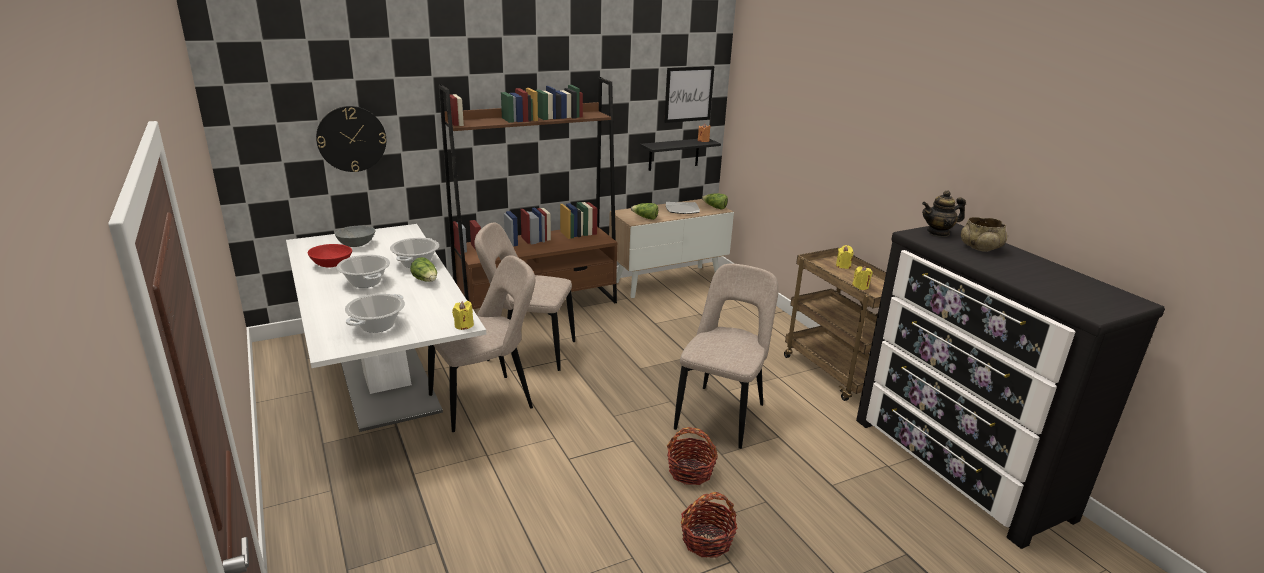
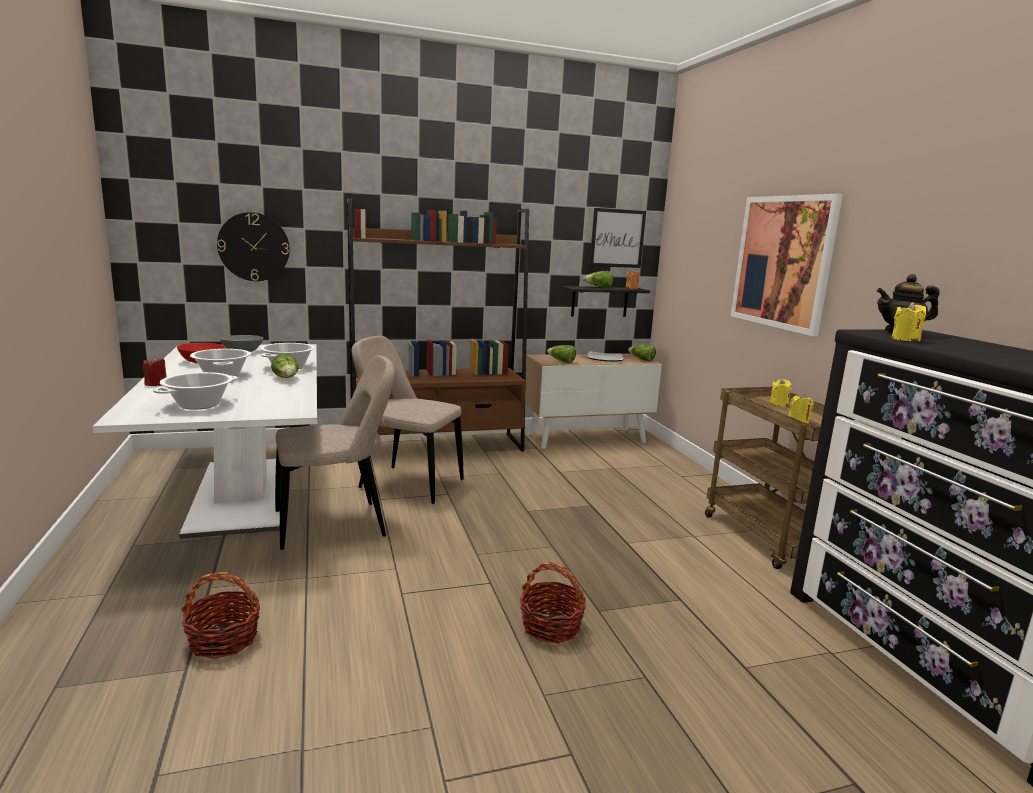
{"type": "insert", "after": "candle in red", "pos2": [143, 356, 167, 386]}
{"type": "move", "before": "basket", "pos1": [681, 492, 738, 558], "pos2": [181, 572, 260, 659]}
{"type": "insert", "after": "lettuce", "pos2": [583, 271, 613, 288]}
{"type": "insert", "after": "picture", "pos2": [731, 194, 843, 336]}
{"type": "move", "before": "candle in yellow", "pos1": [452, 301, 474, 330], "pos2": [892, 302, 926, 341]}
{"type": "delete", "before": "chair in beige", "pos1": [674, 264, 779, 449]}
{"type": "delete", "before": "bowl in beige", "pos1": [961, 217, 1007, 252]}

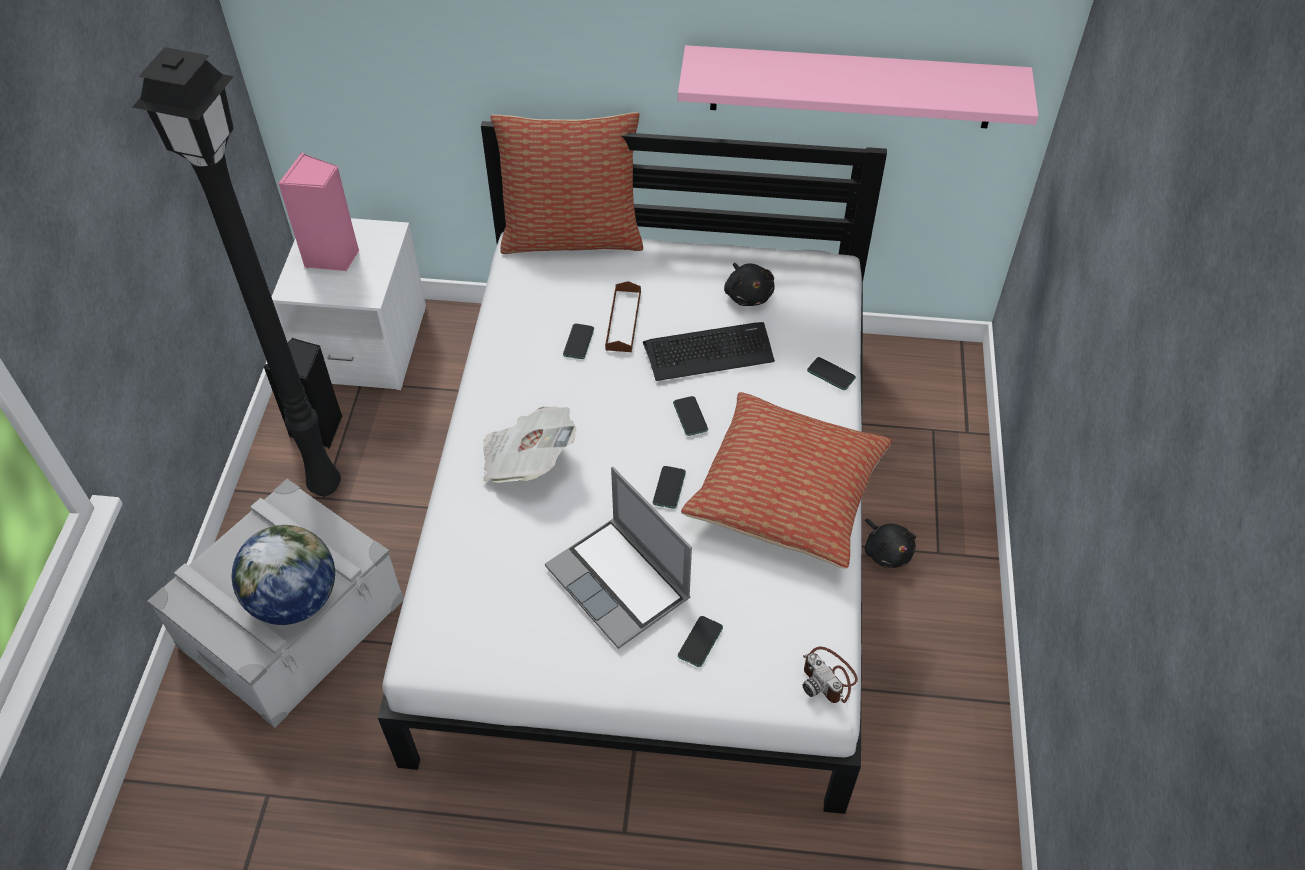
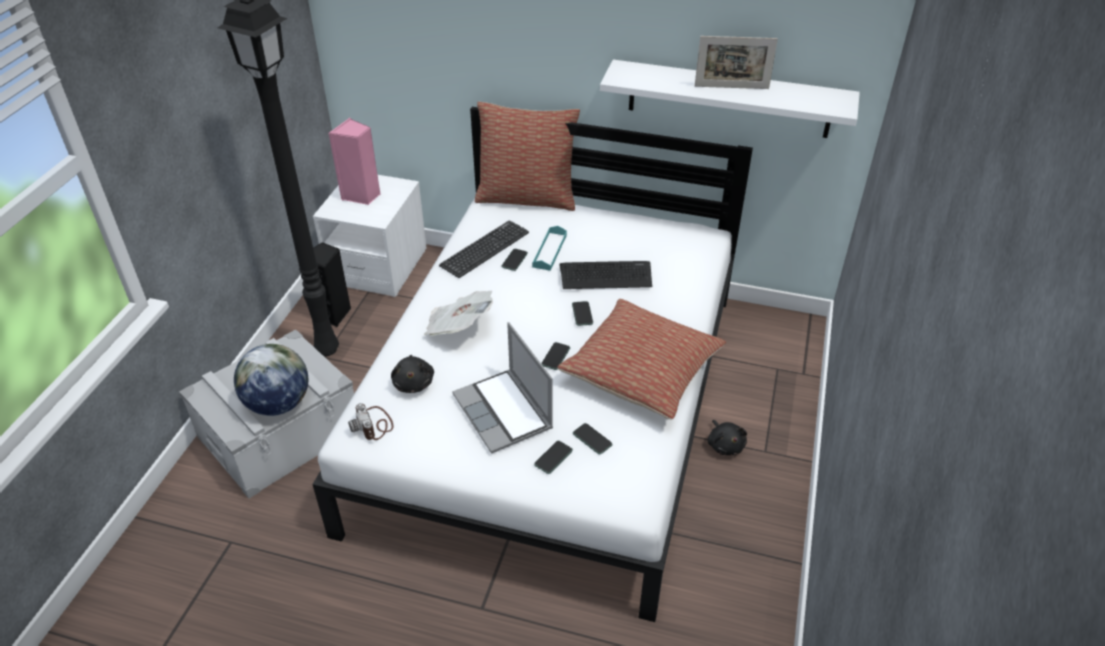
{"type": "move", "before": "photo camera", "pos1": [802, 647, 858, 703], "pos2": [348, 403, 394, 440]}
{"type": "move", "before": "plush toy in black", "pos1": [724, 263, 774, 306], "pos2": [391, 355, 434, 393]}
{"type": "insert", "after": "keyboard", "pos2": [439, 221, 529, 278]}
{"type": "recolor", "before": "tray in brown", "after": "tray in turquoise", "pos1": [605, 281, 641, 352], "pos2": [532, 226, 567, 271]}
{"type": "move", "before": "phone", "pos1": [807, 357, 856, 390], "pos2": [573, 423, 613, 454]}
{"type": "recolor", "before": "shelf in pink", "after": "shelf in white", "pos1": [678, 45, 1038, 128], "pos2": [600, 60, 860, 138]}
{"type": "insert", "after": "picture frame", "pos2": [695, 36, 778, 89]}

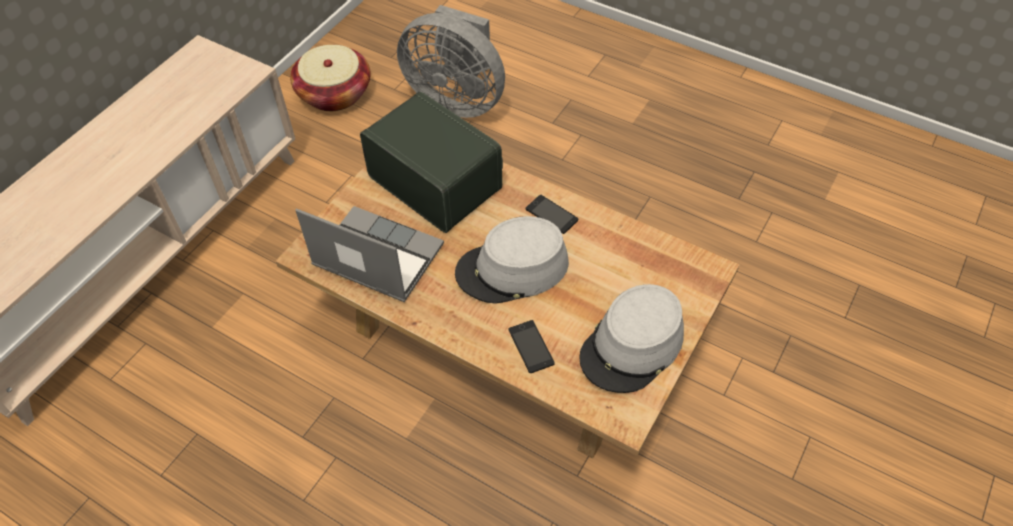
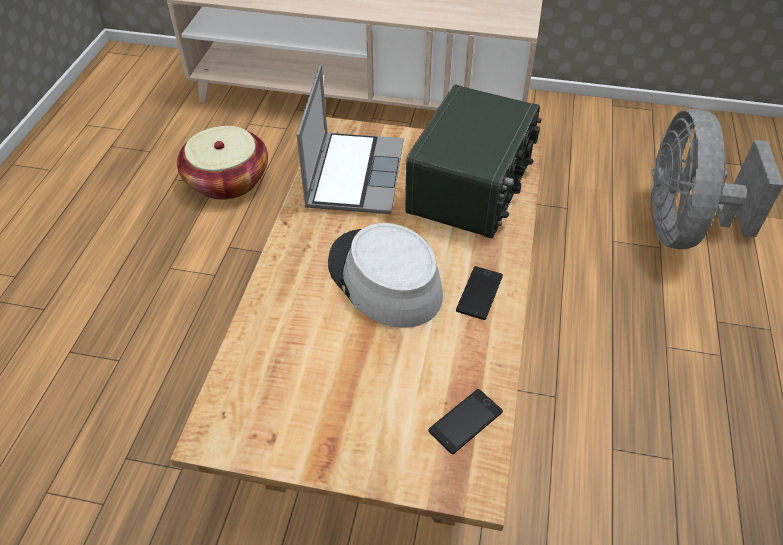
{"type": "move", "before": "basket", "pos1": [290, 45, 371, 111], "pos2": [177, 126, 268, 200]}
{"type": "move", "before": "phone", "pos1": [508, 320, 555, 373], "pos2": [429, 389, 503, 454]}
{"type": "delete", "before": "hat in grey", "pos1": [579, 284, 684, 393]}

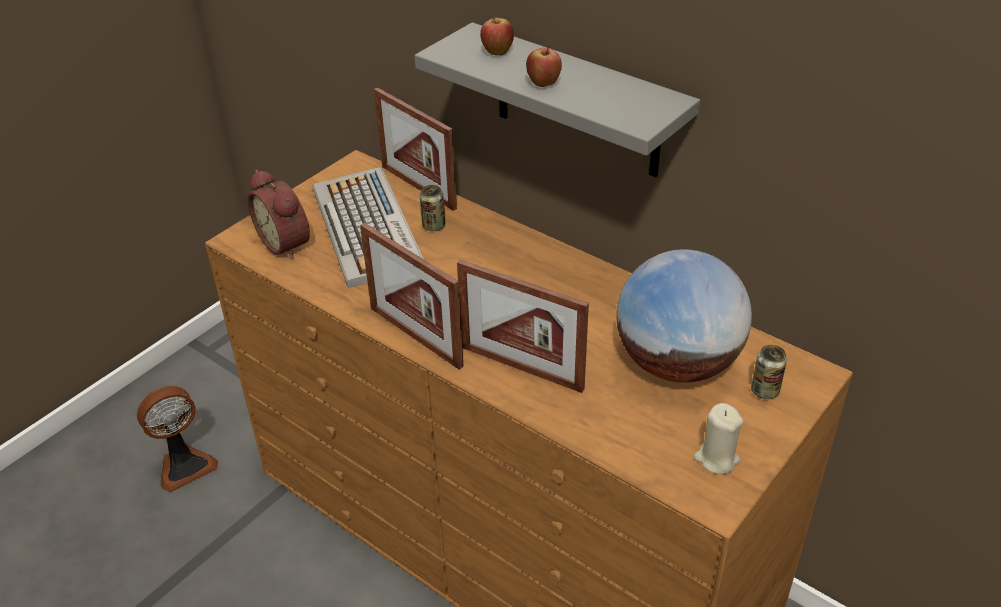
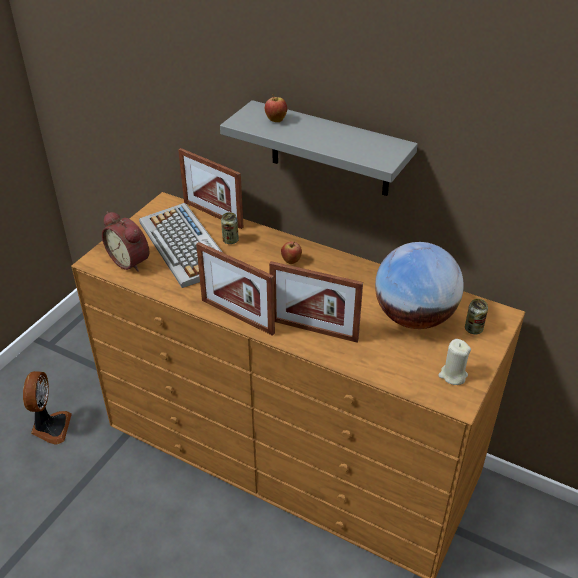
{"type": "rotate", "before": "fan", "pos1": [137, 386, 218, 492], "pos2": [23, 371, 72, 445], "turn": -45}
{"type": "move", "before": "apple", "pos1": [526, 45, 562, 87], "pos2": [281, 241, 302, 264]}

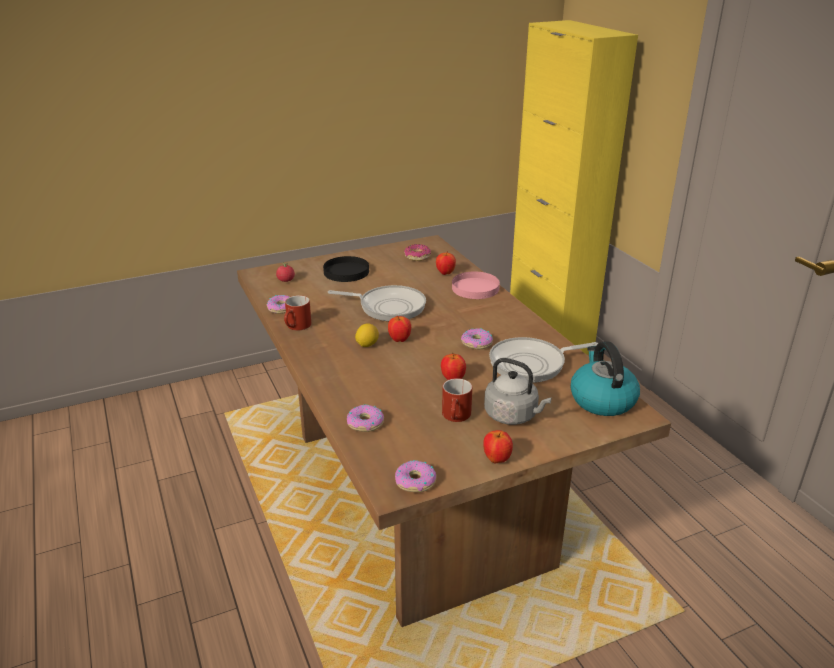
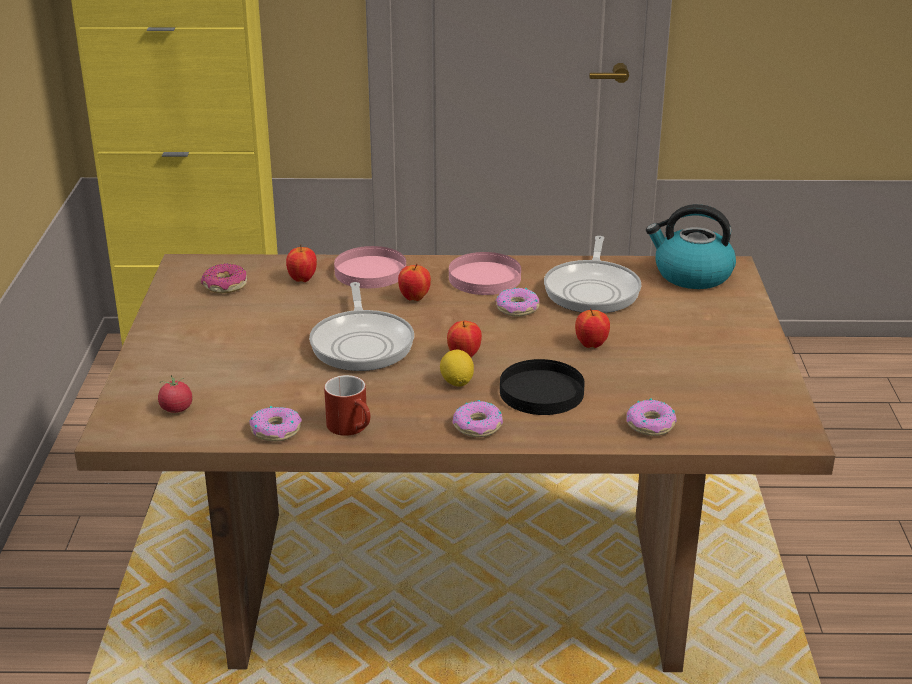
{"type": "rotate", "before": "frying pan", "pos1": [328, 285, 426, 321], "pos2": [309, 282, 414, 371], "turn": 135}
{"type": "move", "before": "apple", "pos1": [483, 430, 513, 464], "pos2": [398, 264, 431, 301]}
{"type": "insert", "after": "plate in pink", "pos2": [449, 252, 521, 295]}
{"type": "move", "before": "donut", "pos1": [395, 460, 437, 492], "pos2": [453, 400, 503, 437]}
{"type": "move", "before": "plate in black", "pos1": [323, 256, 369, 282], "pos2": [500, 359, 585, 415]}
{"type": "delete", "before": "mug in red", "pos1": [442, 378, 472, 422]}
{"type": "delete", "before": "kettle in grey", "pos1": [484, 358, 552, 425]}

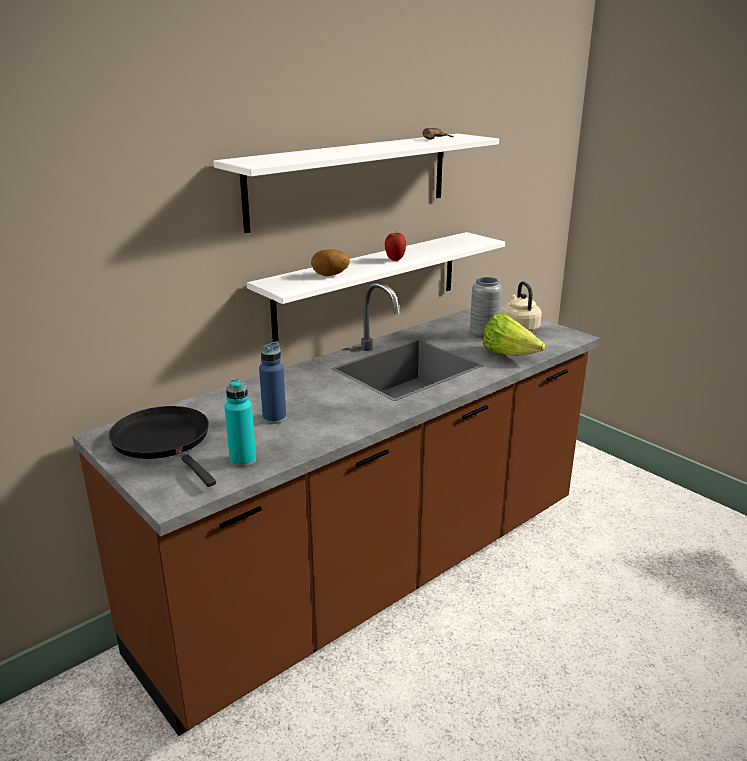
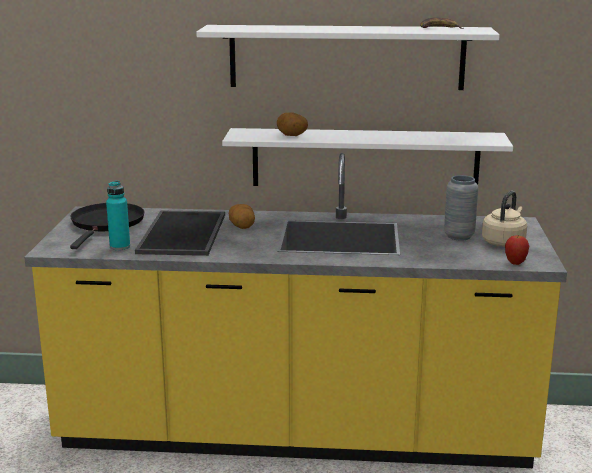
{"type": "recolor", "before": "counter in brown", "after": "counter in yellow", "pos1": [72, 282, 600, 736], "pos2": [24, 153, 567, 468]}
{"type": "replace", "before": "bottle in blue", "after": "tray", "pos1": [259, 342, 286, 424], "pos2": [135, 210, 225, 256]}
{"type": "insert", "after": "potato", "pos2": [229, 204, 255, 229]}
{"type": "move", "before": "apple", "pos1": [385, 232, 406, 261], "pos2": [505, 234, 529, 265]}
{"type": "delete", "before": "lettuce", "pos1": [483, 314, 545, 356]}

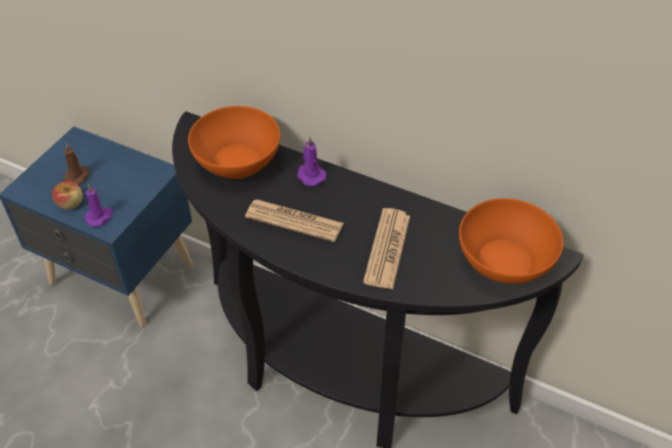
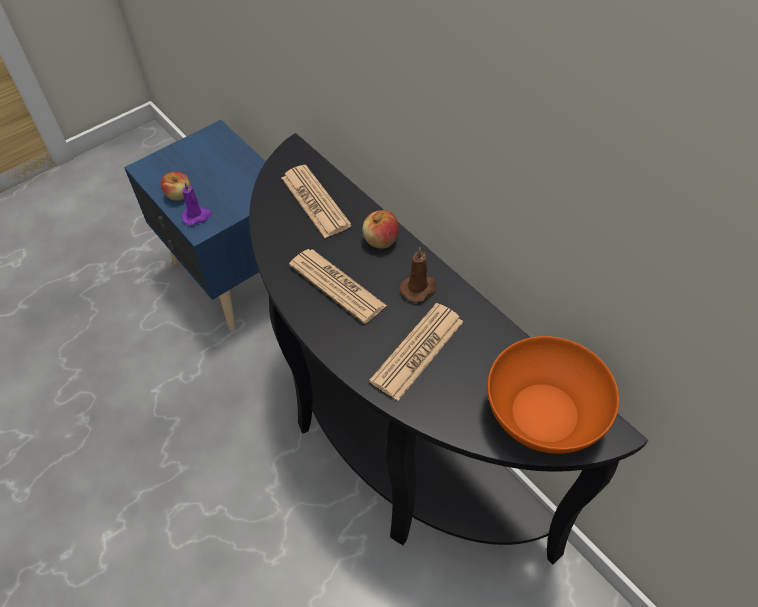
{"type": "replace", "before": "bowl in orange", "after": "newspaper", "pos1": [188, 106, 280, 179], "pos2": [282, 165, 351, 238]}
{"type": "replace", "before": "candle in purple", "after": "apple", "pos1": [297, 137, 327, 186], "pos2": [362, 210, 398, 249]}
{"type": "move", "before": "candle in brown", "pos1": [64, 143, 90, 184], "pos2": [400, 247, 436, 303]}

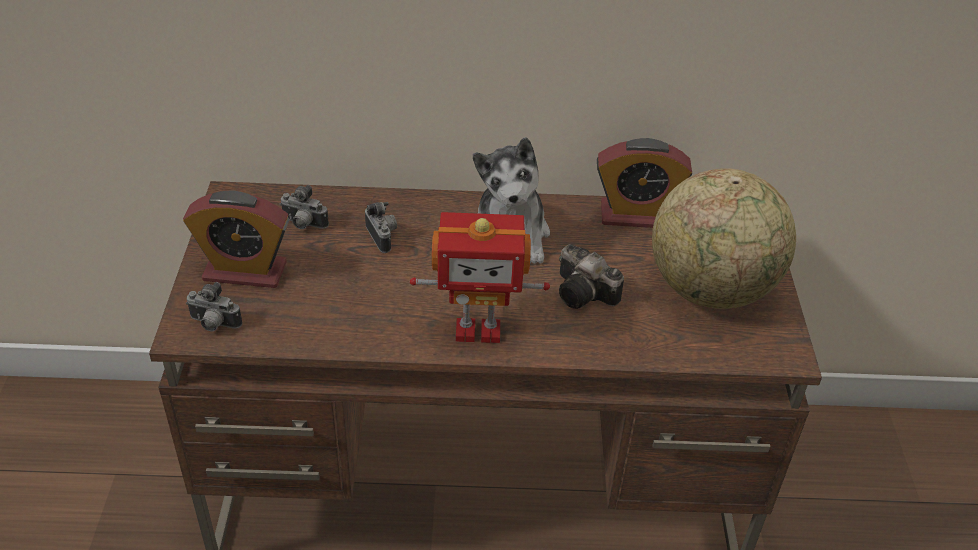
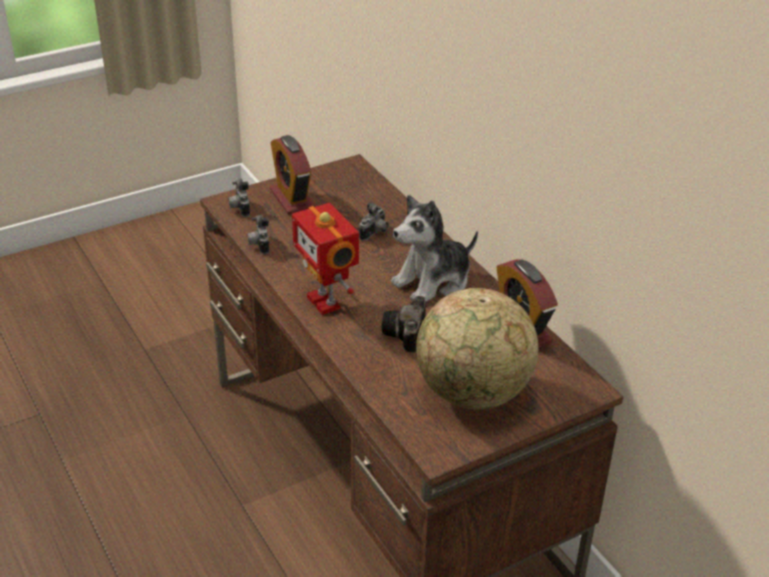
{"type": "move", "before": "photo camera", "pos1": [280, 185, 329, 229], "pos2": [247, 215, 269, 254]}

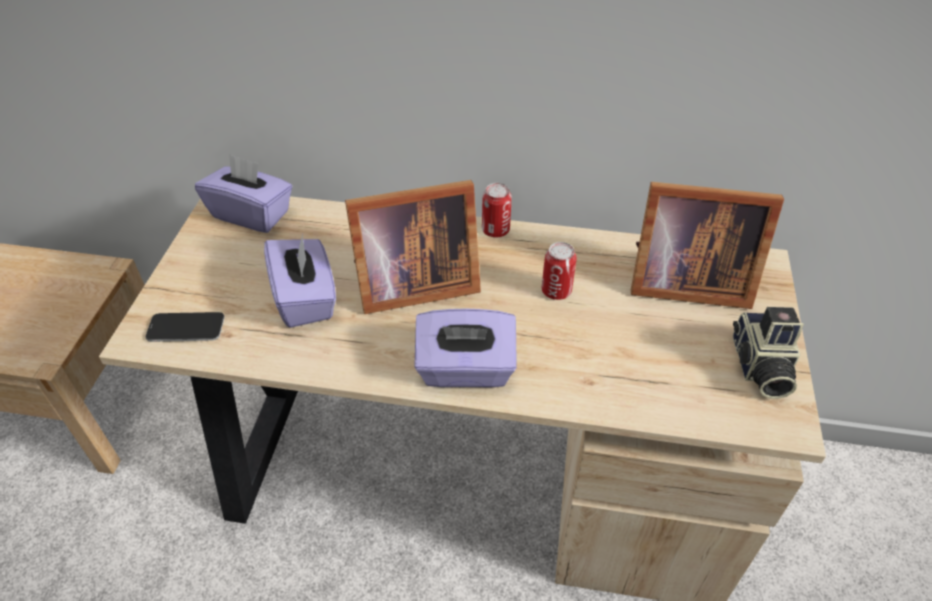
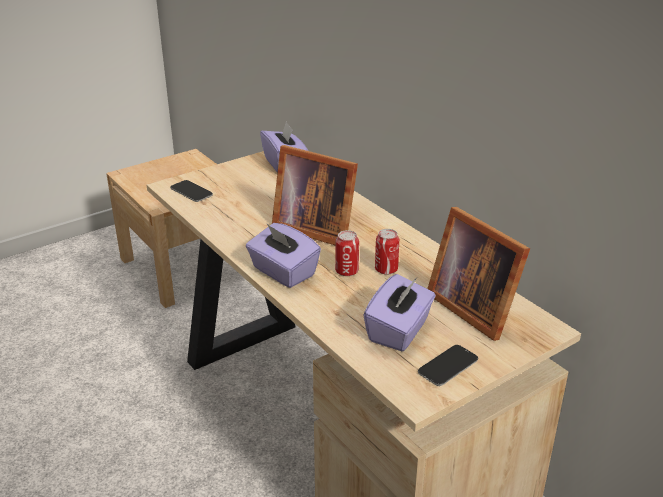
{"type": "move", "before": "can", "pos1": [482, 183, 512, 237], "pos2": [335, 230, 359, 276]}
{"type": "move", "before": "tissue box in purple", "pos1": [264, 234, 336, 328], "pos2": [364, 274, 436, 351]}
{"type": "replace", "before": "photo camera", "after": "phone", "pos1": [733, 307, 804, 399], "pos2": [418, 345, 478, 386]}

